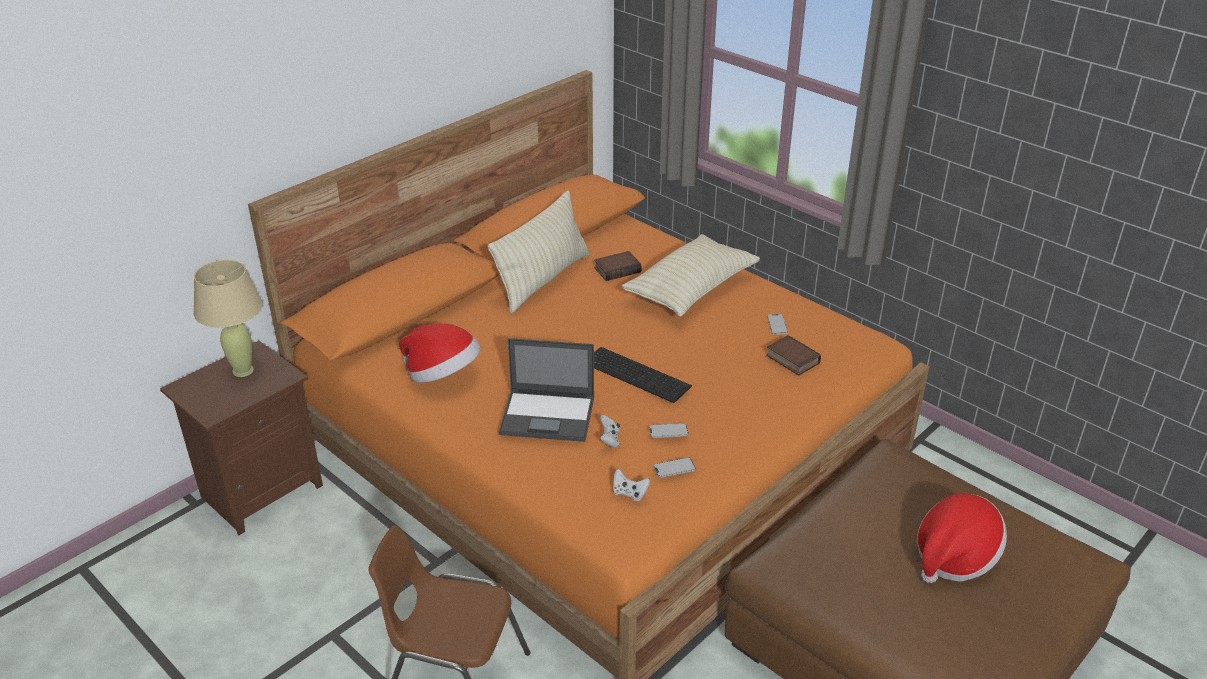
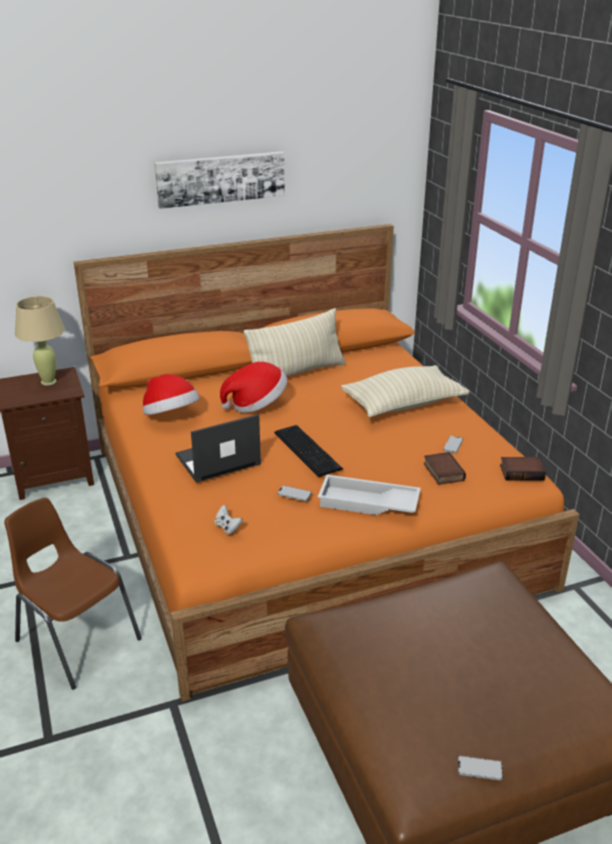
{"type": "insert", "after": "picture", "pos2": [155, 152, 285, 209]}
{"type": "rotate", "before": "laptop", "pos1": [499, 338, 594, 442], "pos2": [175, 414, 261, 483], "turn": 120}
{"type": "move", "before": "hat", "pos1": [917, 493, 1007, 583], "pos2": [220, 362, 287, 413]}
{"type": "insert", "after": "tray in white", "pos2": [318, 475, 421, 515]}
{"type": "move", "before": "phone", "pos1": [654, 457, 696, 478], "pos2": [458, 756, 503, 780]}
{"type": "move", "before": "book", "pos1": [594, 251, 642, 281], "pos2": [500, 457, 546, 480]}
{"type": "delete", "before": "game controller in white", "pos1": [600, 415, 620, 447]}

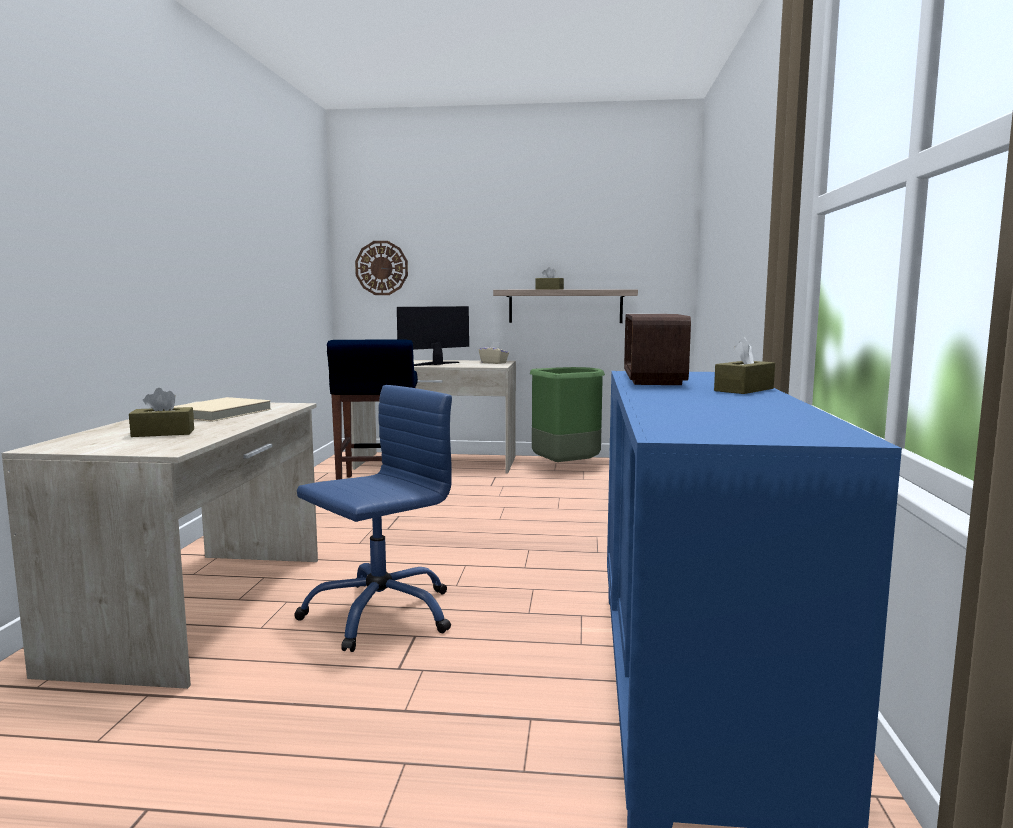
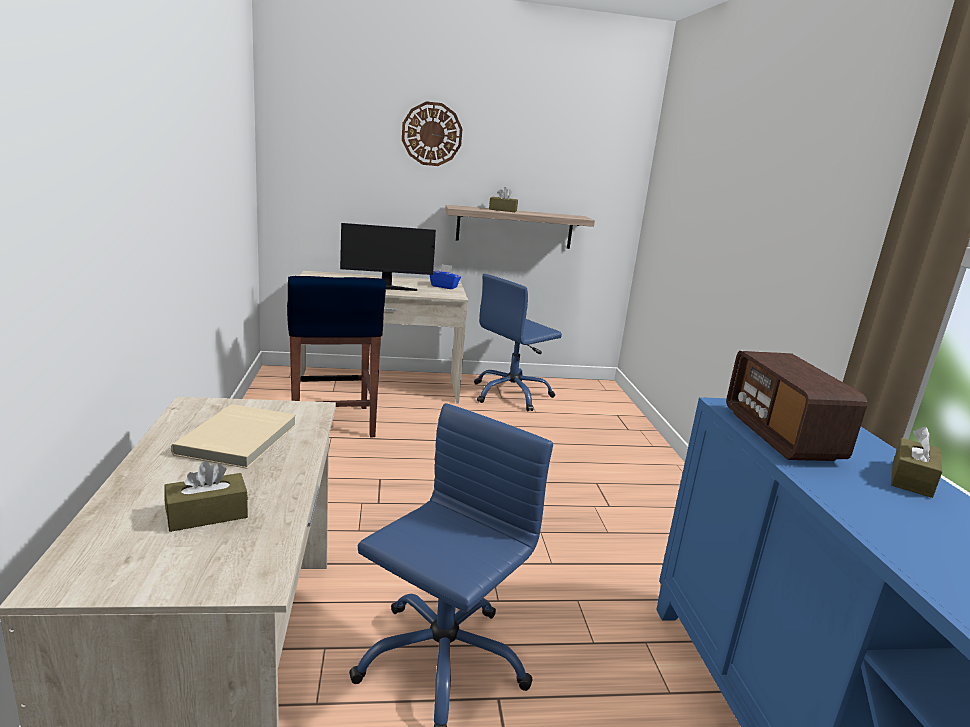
{"type": "rotate", "before": "monitor", "pos1": [397, 306, 469, 366], "pos2": [340, 223, 436, 291], "turn": -135}
{"type": "move", "before": "wall clock", "pos1": [355, 241, 408, 295], "pos2": [402, 101, 462, 166]}
{"type": "recolor", "before": "tissue box in beige", "after": "tissue box in blue", "pos1": [479, 342, 509, 364], "pos2": [430, 264, 461, 289]}
{"type": "replace", "before": "trash can in green", "after": "office chair in blue", "pos1": [530, 367, 605, 462], "pos2": [474, 274, 562, 411]}

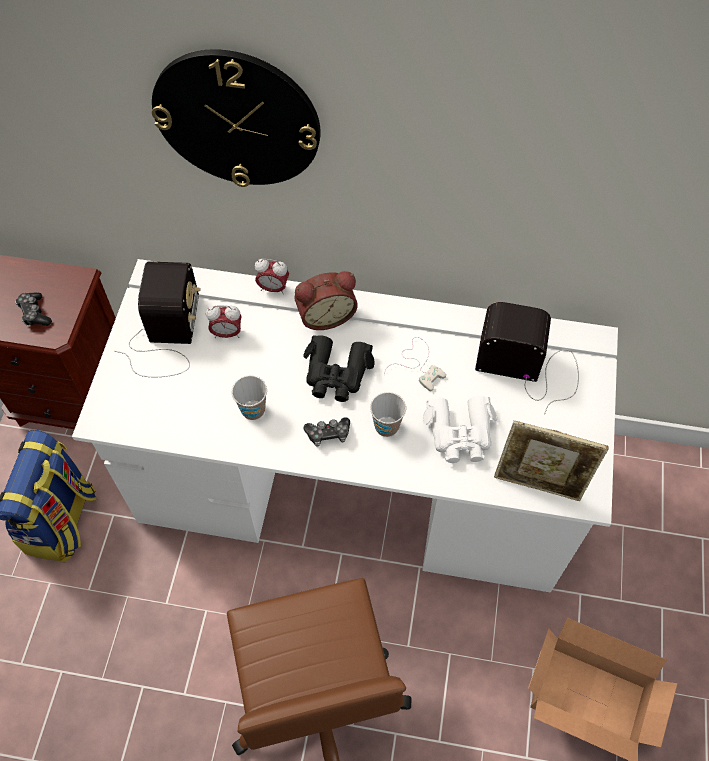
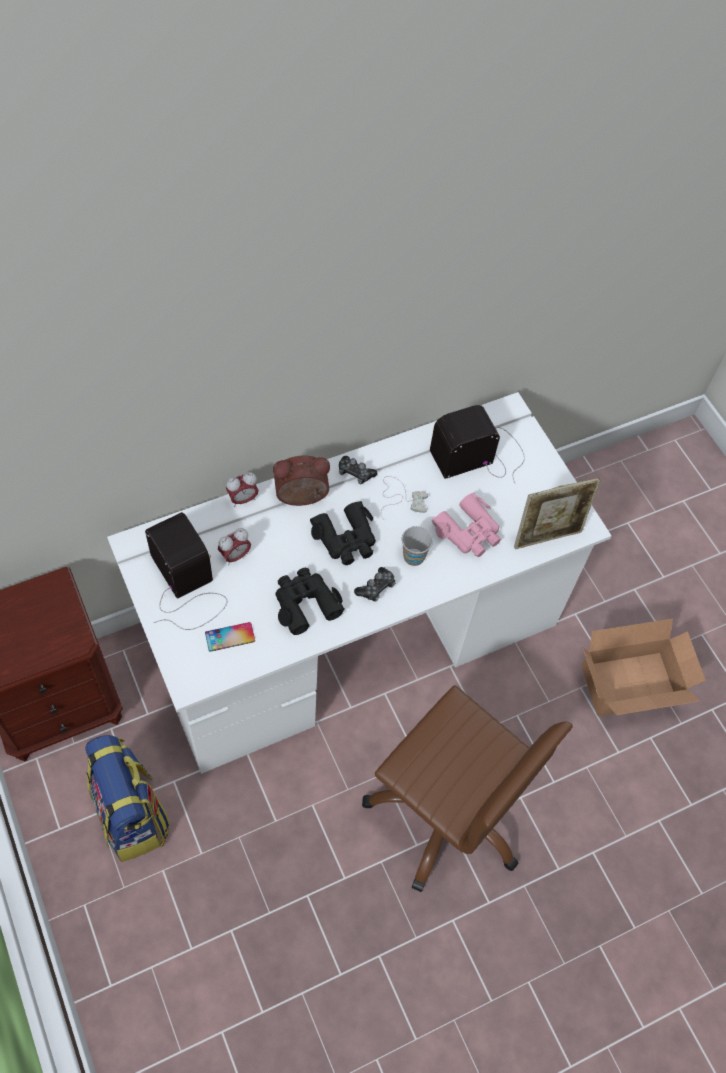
{"type": "insert", "after": "phone", "pos2": [205, 622, 255, 652]}
{"type": "rotate", "before": "alarm clock", "pos1": [294, 271, 358, 330], "pos2": [273, 456, 330, 506], "turn": -135}
{"type": "replace", "before": "cup", "after": "binoculars in black", "pos1": [232, 375, 267, 420], "pos2": [275, 568, 345, 635]}
{"type": "move", "before": "game controller", "pos1": [15, 292, 52, 326], "pos2": [339, 456, 377, 484]}
{"type": "recolor", "before": "binoculars in white", "after": "binoculars in pink", "pos1": [423, 396, 497, 463], "pos2": [432, 492, 501, 557]}
{"type": "delete", "before": "wall clock", "pos1": [152, 49, 321, 187]}

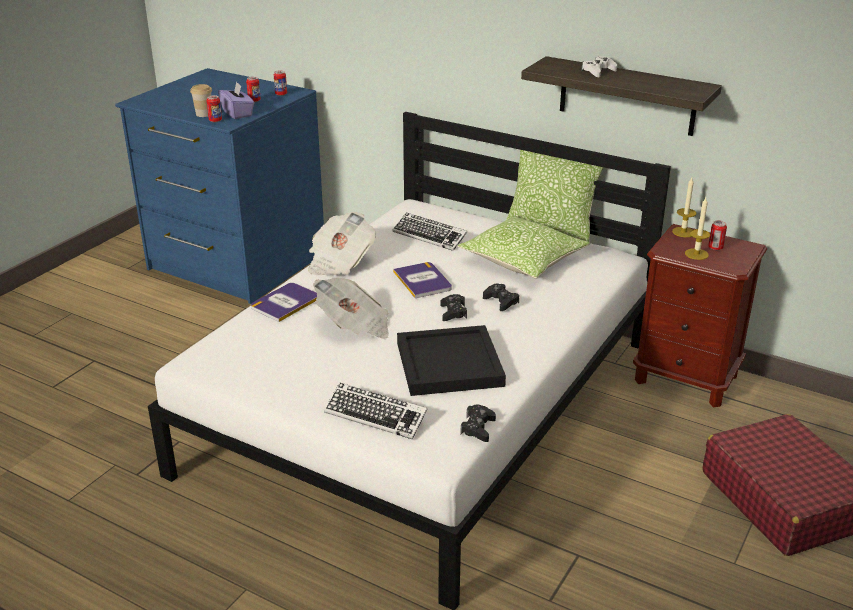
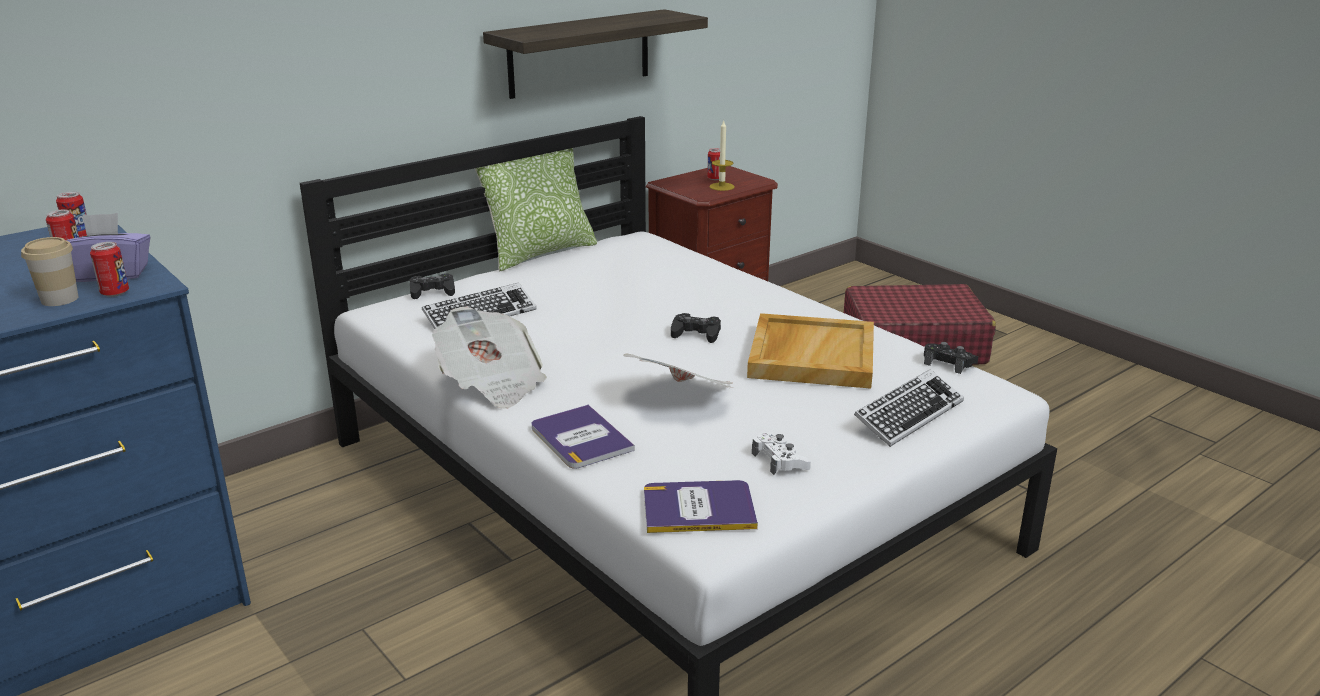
{"type": "move", "before": "game controller in black", "pos1": [483, 284, 519, 311], "pos2": [410, 273, 455, 299]}
{"type": "move", "before": "book", "pos1": [393, 262, 452, 298], "pos2": [644, 480, 758, 533]}
{"type": "recolor", "before": "tray in black", "after": "tray in beige", "pos1": [397, 325, 506, 396], "pos2": [747, 313, 874, 389]}
{"type": "move", "before": "game controller in white", "pos1": [582, 56, 617, 77], "pos2": [752, 432, 811, 475]}
{"type": "delete", "before": "pillow", "pos1": [457, 215, 590, 279]}
{"type": "delete", "before": "candle", "pos1": [672, 178, 696, 237]}

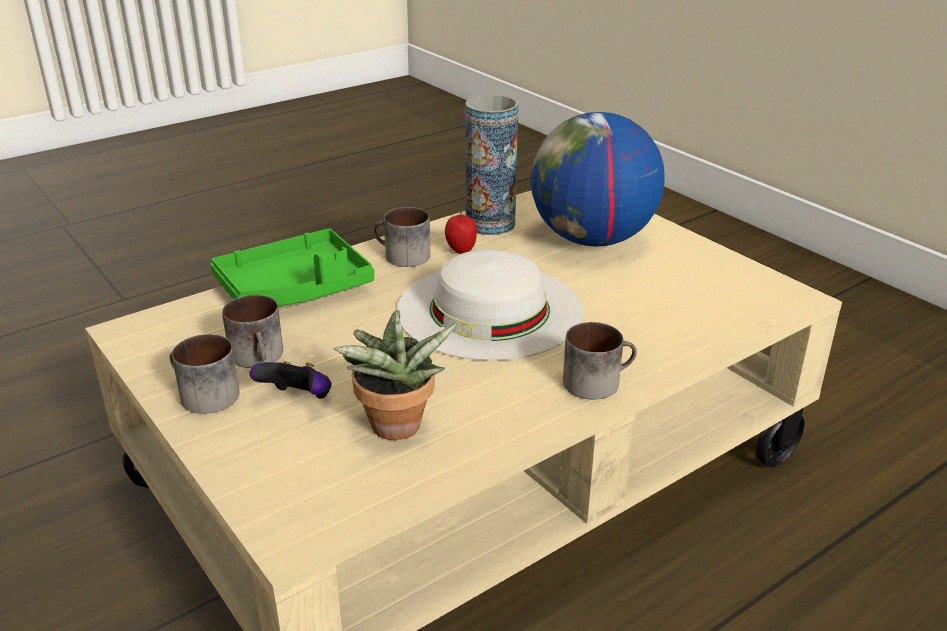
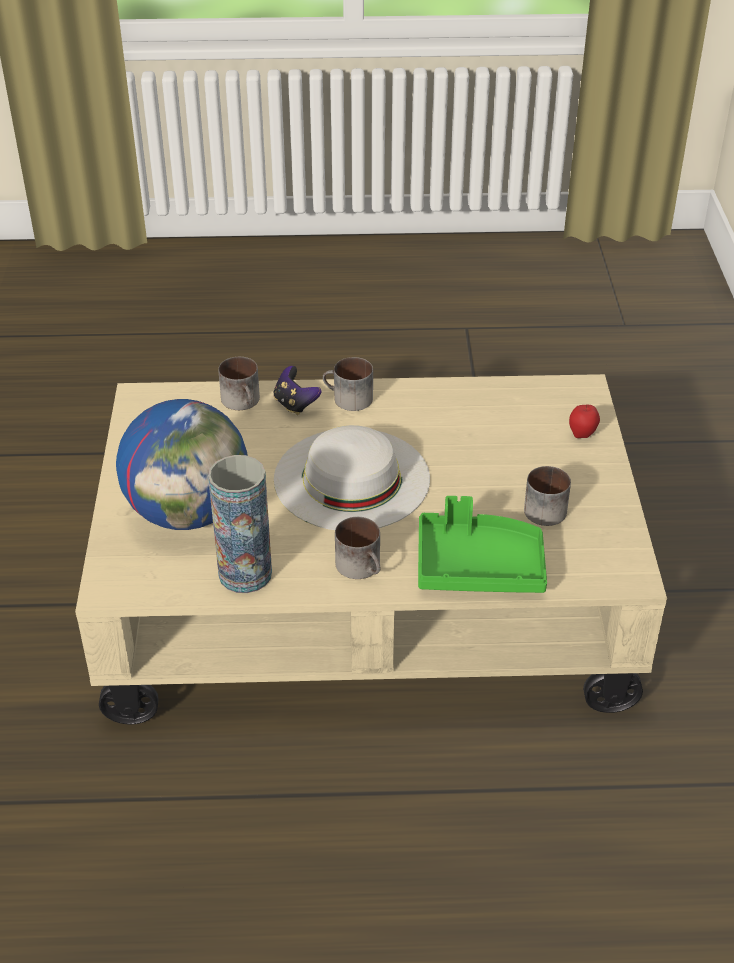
{"type": "move", "before": "mug", "pos1": [169, 334, 240, 414], "pos2": [218, 357, 260, 410]}
{"type": "move", "before": "game controller", "pos1": [249, 361, 332, 399], "pos2": [273, 366, 321, 415]}
{"type": "move", "before": "apple", "pos1": [445, 210, 477, 254], "pos2": [569, 404, 600, 438]}
{"type": "delete", "before": "potted plant", "pos1": [333, 310, 456, 440]}

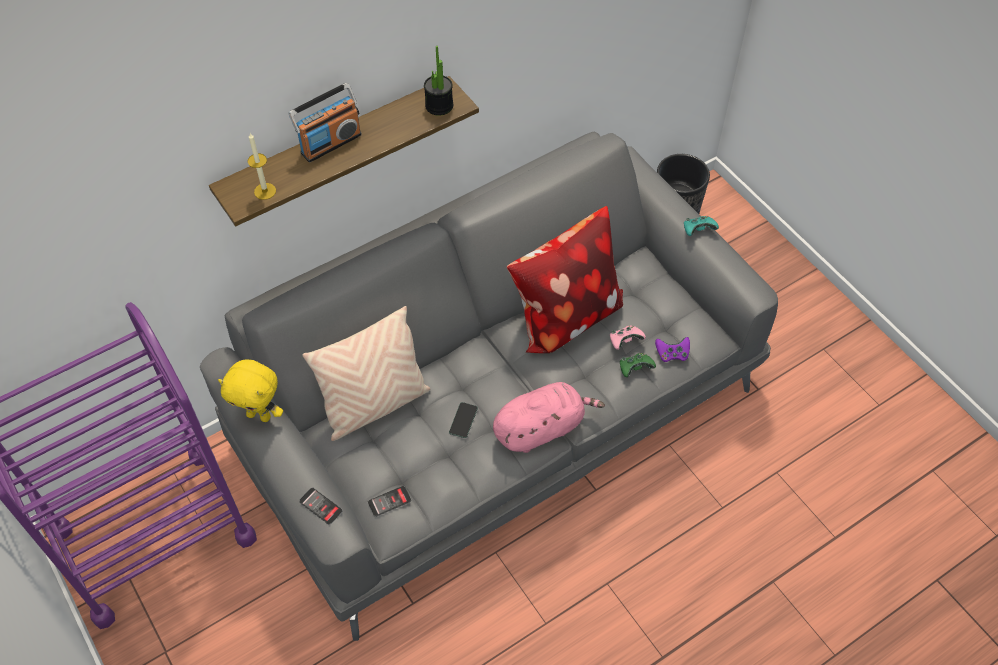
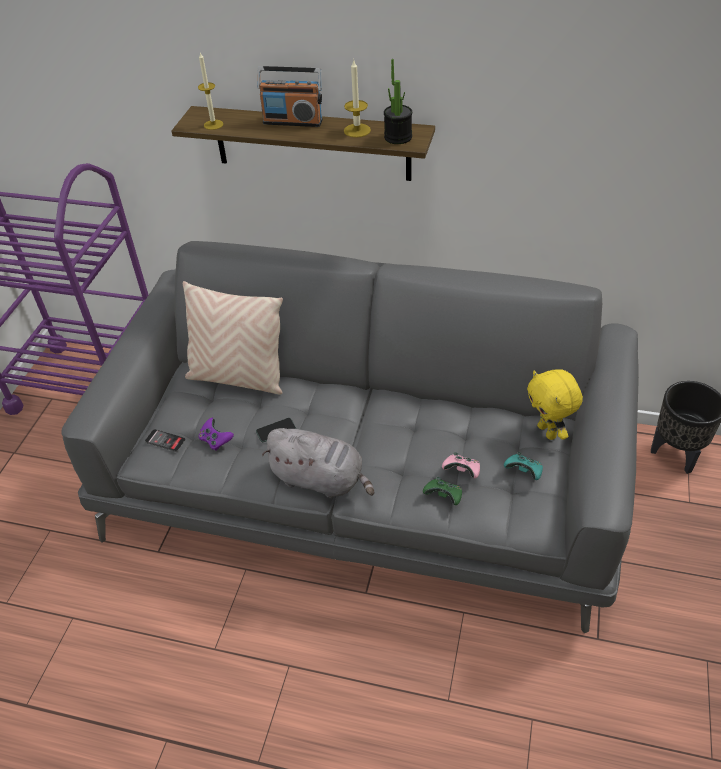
{"type": "move", "before": "game controller in purple", "pos1": [655, 337, 690, 362], "pos2": [198, 418, 234, 451]}
{"type": "recolor", "before": "plush toy in pink", "after": "plush toy in grey", "pos1": [493, 382, 605, 453], "pos2": [262, 428, 374, 498]}
{"type": "insert", "after": "candle", "pos2": [344, 60, 371, 138]}
{"type": "move", "before": "game controller in turquoise", "pos1": [684, 216, 719, 236], "pos2": [504, 452, 543, 480]}
{"type": "move", "before": "plush toy in yellow", "pos1": [218, 359, 283, 422], "pos2": [527, 369, 583, 440]}
{"type": "delete", "before": "phone", "pos1": [299, 487, 343, 525]}
{"type": "delete", "before": "pillow", "pos1": [507, 206, 623, 353]}

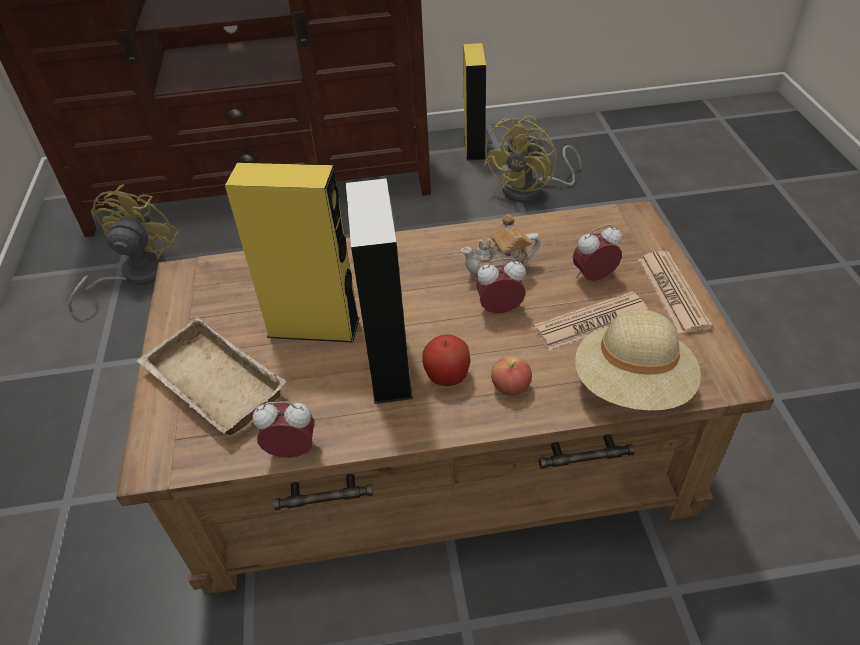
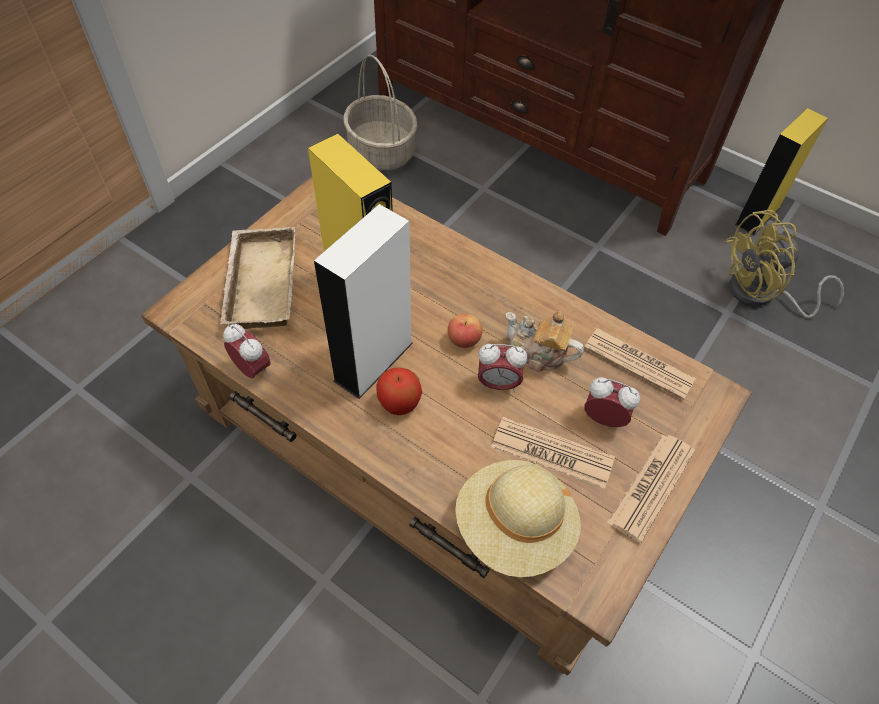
{"type": "replace", "before": "fan in yellow", "after": "basket", "pos1": [68, 184, 179, 313], "pos2": [343, 55, 418, 170]}
{"type": "move", "before": "apple", "pos1": [491, 356, 532, 395], "pos2": [448, 314, 482, 348]}
{"type": "rotate", "before": "alarm clock", "pos1": [476, 258, 526, 313], "pos2": [478, 344, 527, 392], "turn": 150}
{"type": "insert", "after": "newspaper", "pos2": [584, 328, 696, 400]}

